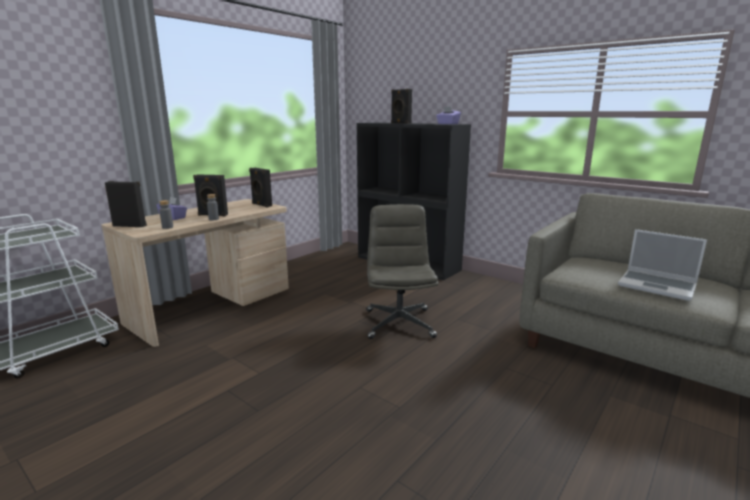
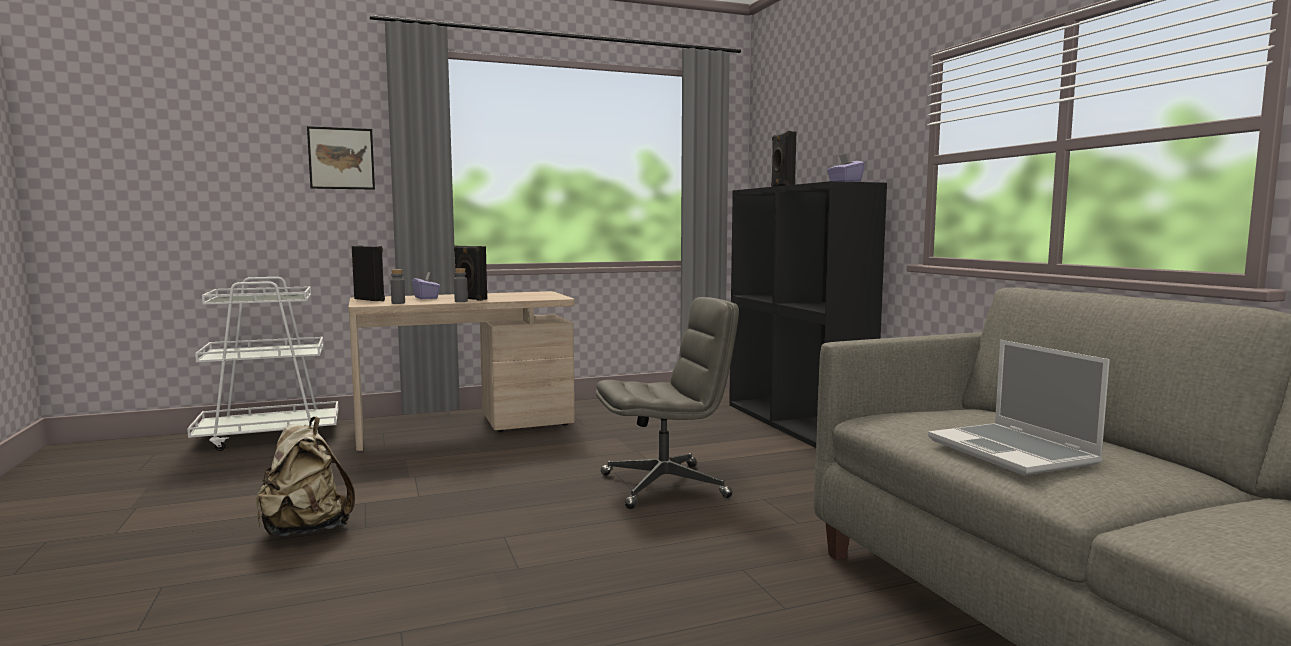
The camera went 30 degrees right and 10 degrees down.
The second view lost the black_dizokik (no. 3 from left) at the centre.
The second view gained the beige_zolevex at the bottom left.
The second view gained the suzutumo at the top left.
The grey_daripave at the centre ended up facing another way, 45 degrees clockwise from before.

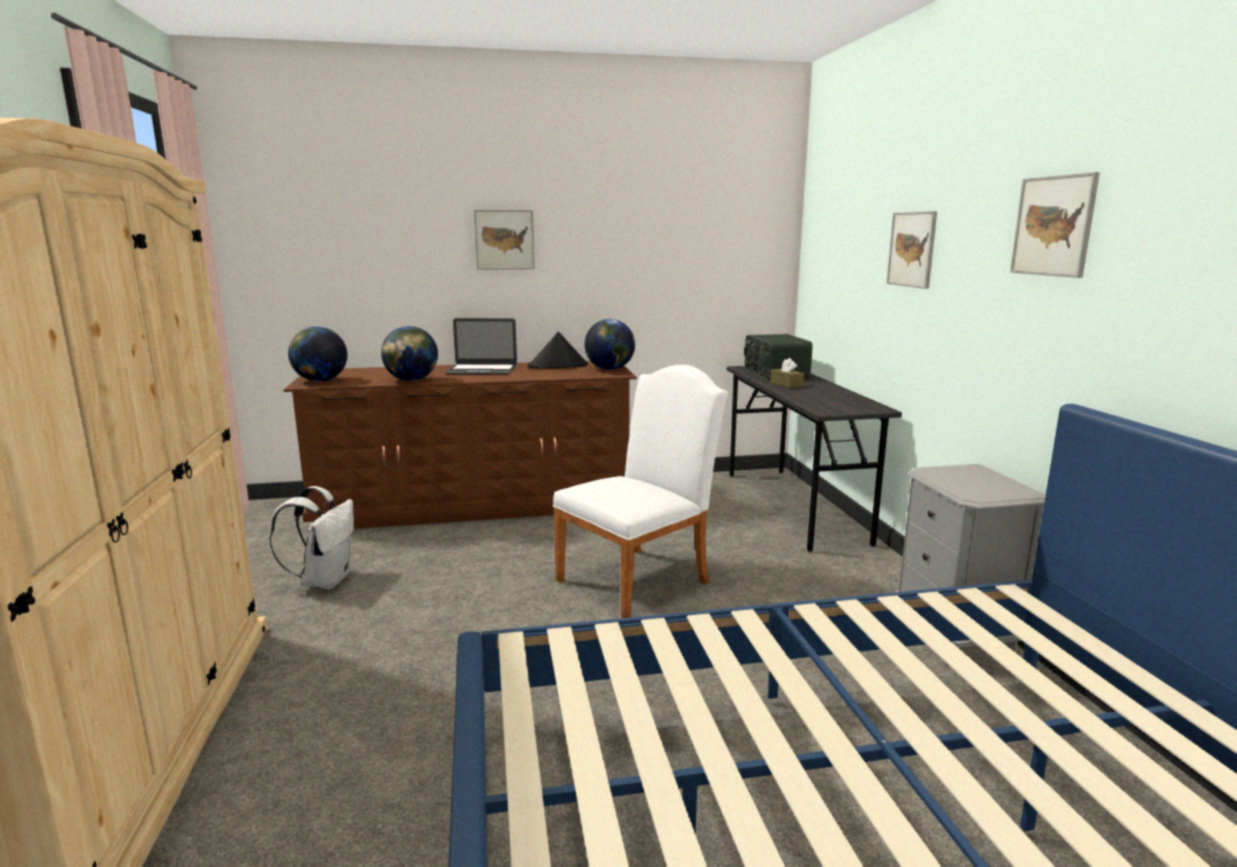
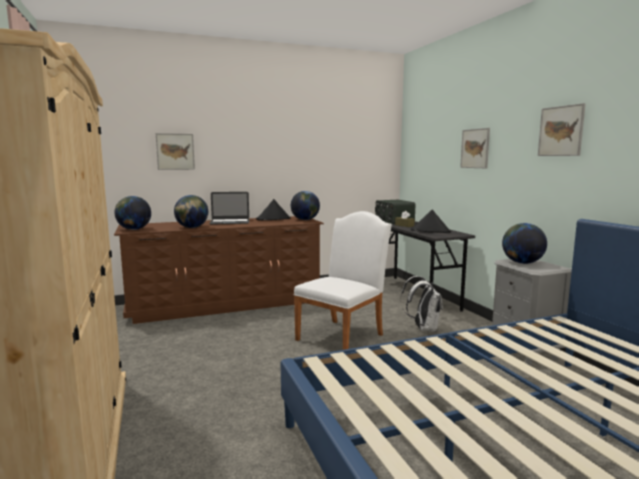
The camera went 10 degrees left and 5 degrees down.
The second view gained the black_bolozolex (no. 2 from left) at the middle right.
The second view gained the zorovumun (no. 4 from left) at the middle right.
The white_zolevex ended up elsewhere, having gone from the middle left to the centre.
The suzutumo (no. 1 from left) ended up elsewhere, having gone from the top centre to the top left.

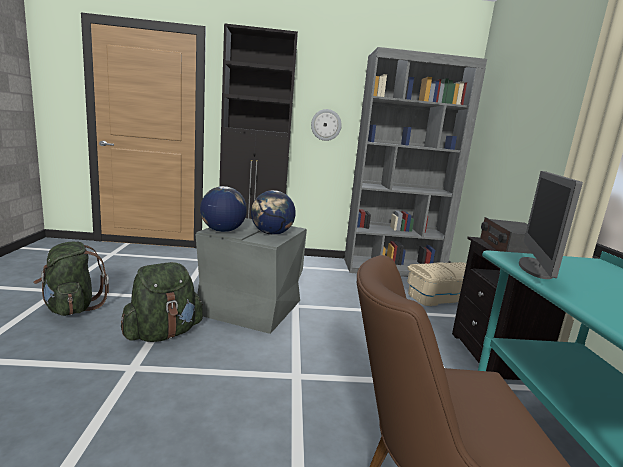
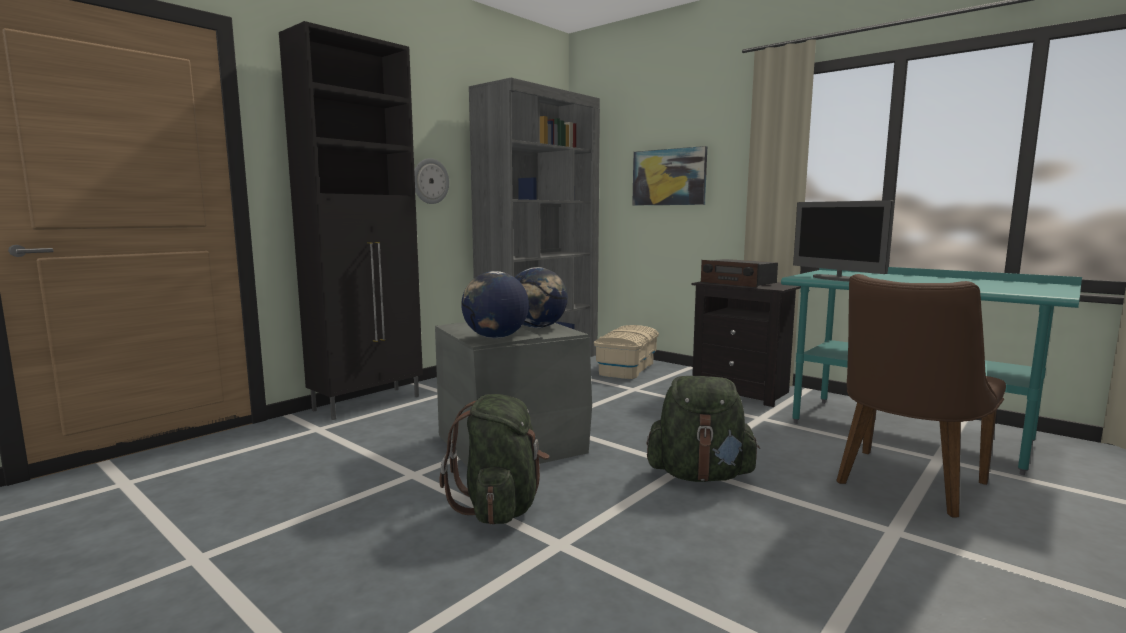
The camera went 45 degrees left and 5 degrees down.
The second view gained the suzutumo at the top centre.
The green_zolevex (no. 1 from left in the first image) ended up elsewhere, having gone from the middle left to the bottom centre.

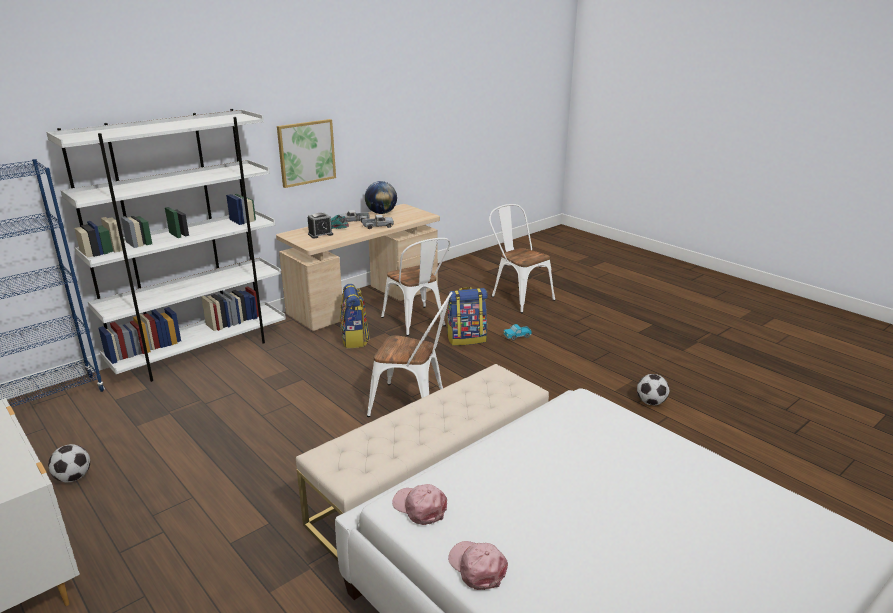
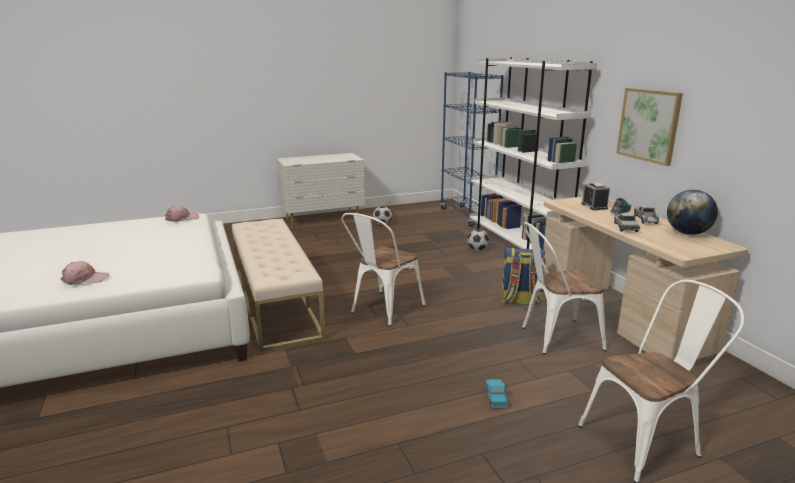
The camera went 110 degrees right and 5 degrees down.
The second view lost the zolevex (no. 2 from left) at the centre.
The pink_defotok (no. 2 from left in the first image) ended up elsewhere, having gone from the bottom centre to the middle left.
The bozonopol (no. 2 from left) ended up elsewhere, having gone from the middle right to the centre.

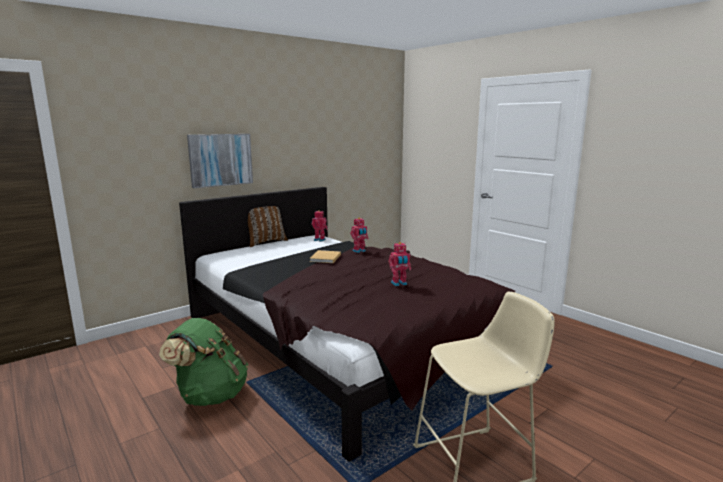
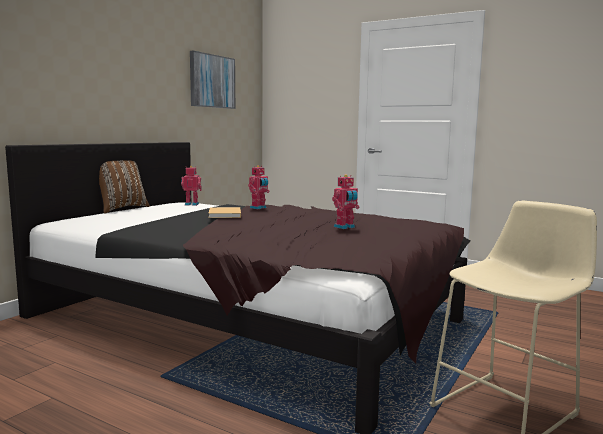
The camera went 20 degrees left and 5 degrees down.
The second view lost the green_zolevex at the bottom left.
The suzutumo ended up elsewhere, having gone from the middle left to the top centre.

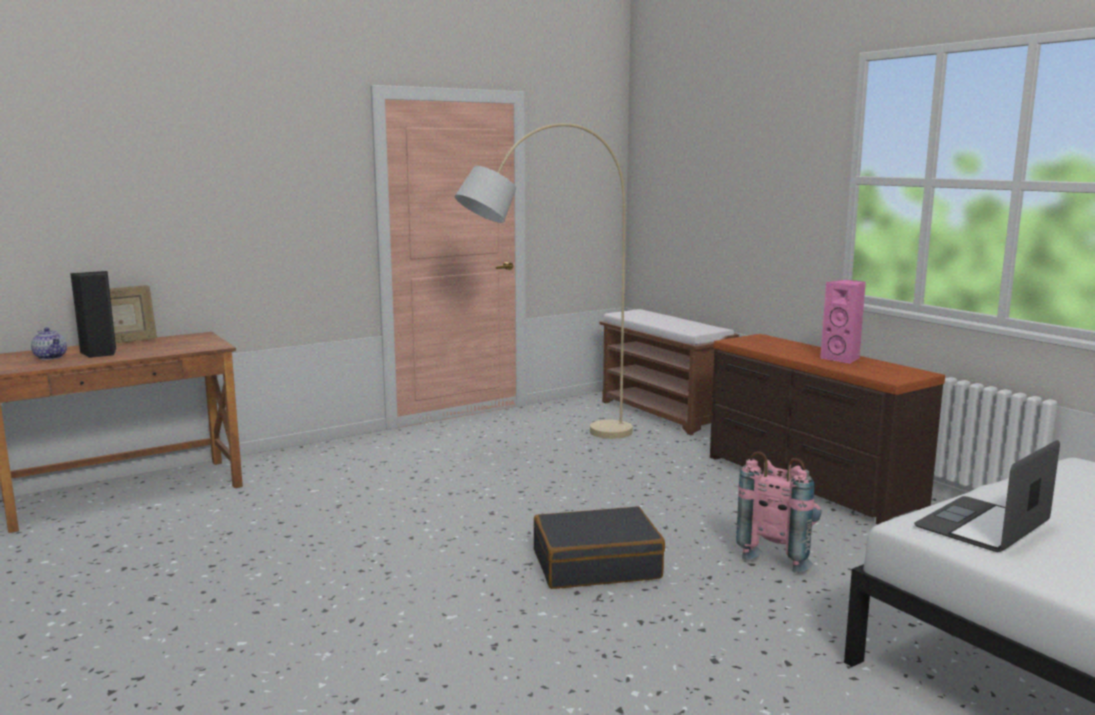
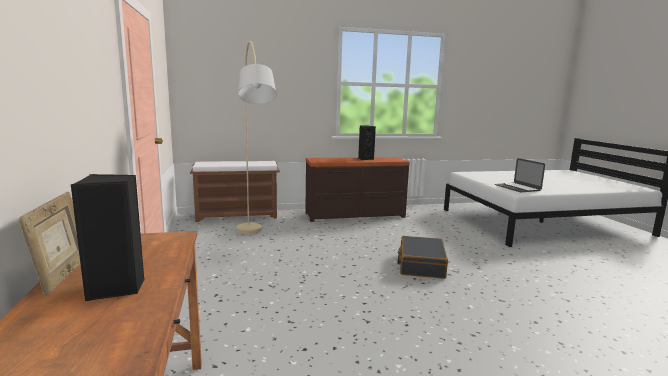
The camera went 70 degrees left and 0 degrees up.
The second view lost the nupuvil at the middle left.
The second view lost the pink_zolevex at the bottom right.
What was the pink_dizokik at the middle right turned into the black_dizokik (no. 2 from left) at the centre.

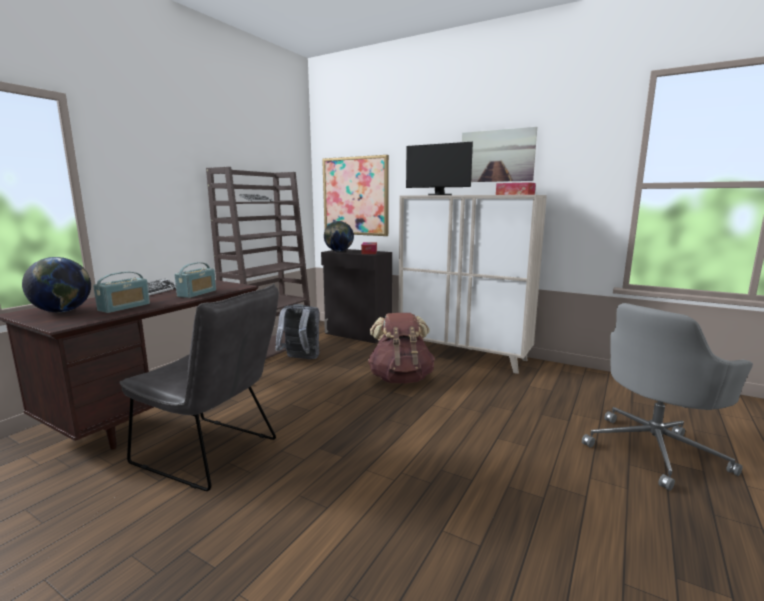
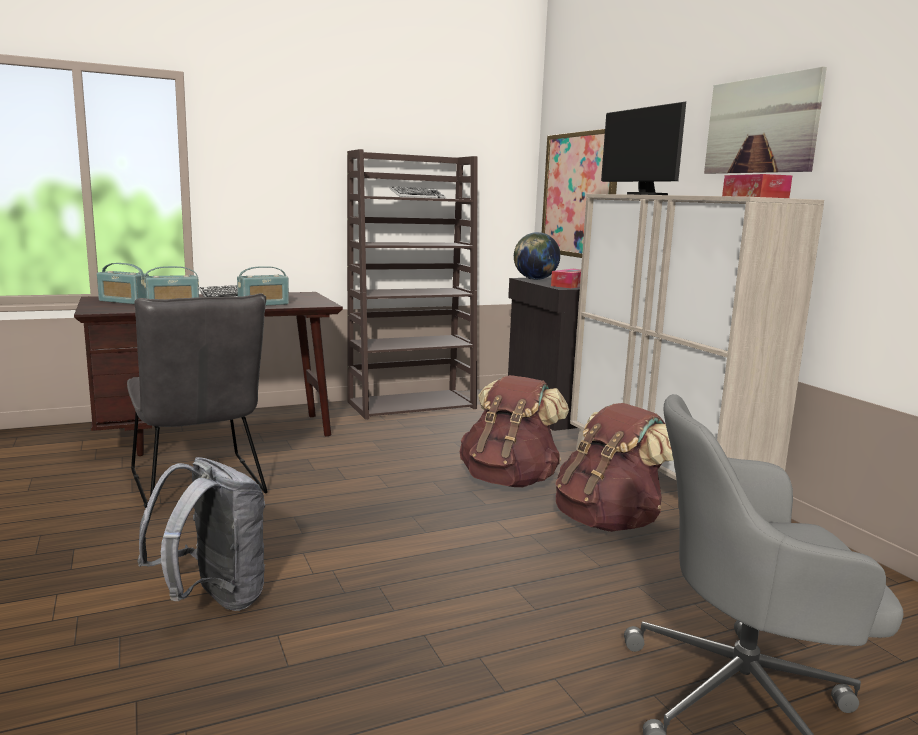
The camera went 35 degrees right and 0 degrees up.
The second view gained the brown_zolevex (no. 2 from left) at the middle right.
The grey_zolevex ended up elsewhere, having gone from the centre to the bottom left.
Where the zorovumun (no. 1 from left) stood at the middle left, the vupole (no. 1 from left) came to stand at the middle left.

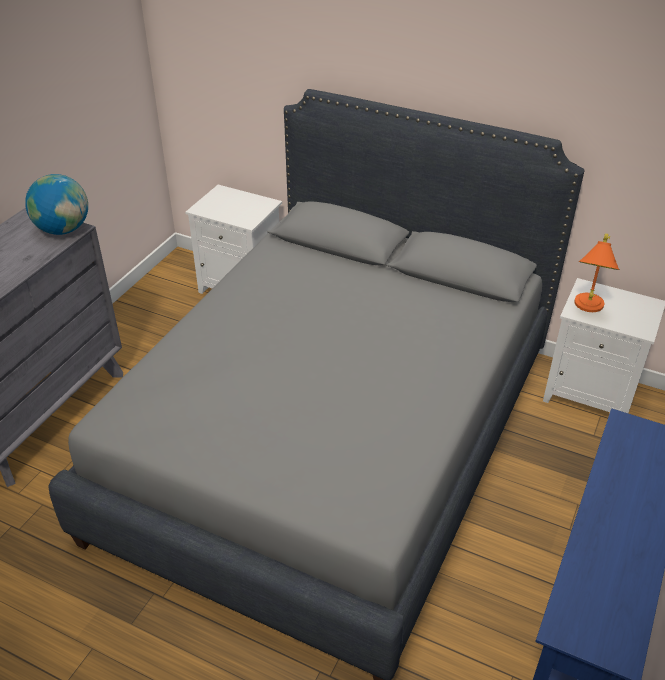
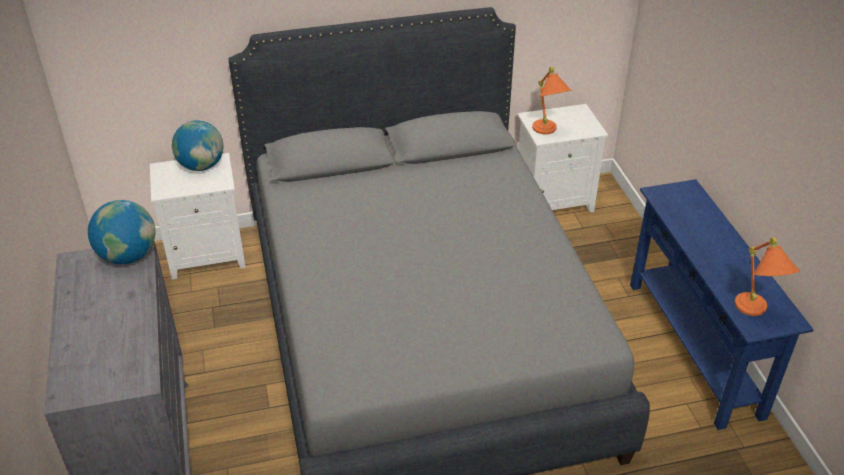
The camera went 40 degrees left and 0 degrees up.
The second view gained the zorovumun (no. 2 from left) at the top left.
The second view gained the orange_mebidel (no. 2 from left) at the middle right.

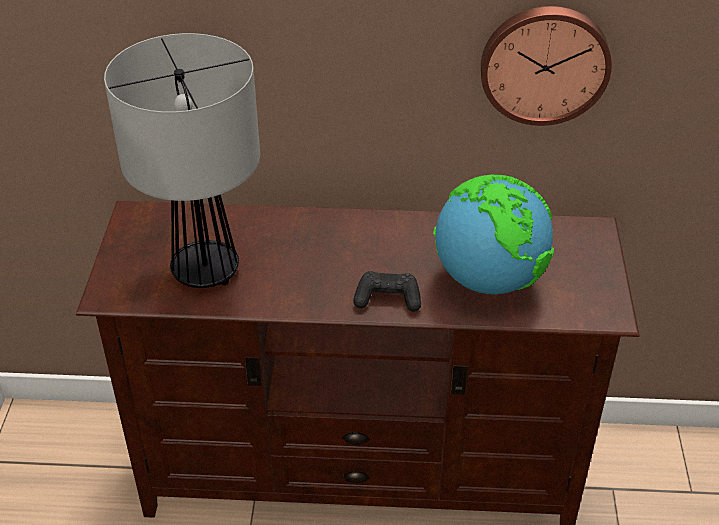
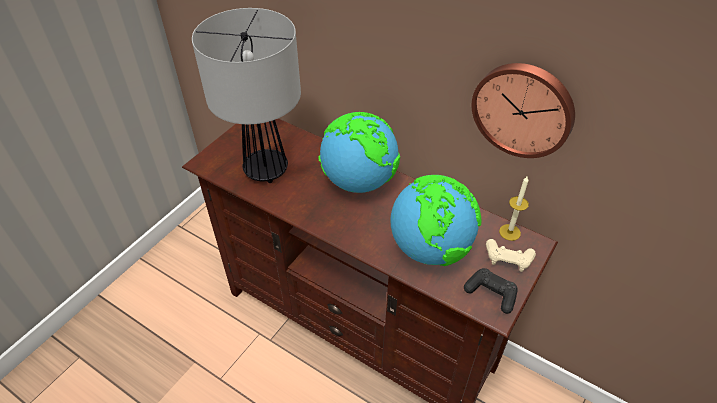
The camera went 30 degrees right and 5 degrees up.
The second view gained the zorovumun (no. 1 from left) at the centre.
The second view gained the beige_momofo at the middle right.
The second view gained the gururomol at the middle right.
The black_momofo ended up elsewhere, having gone from the centre to the bottom right.

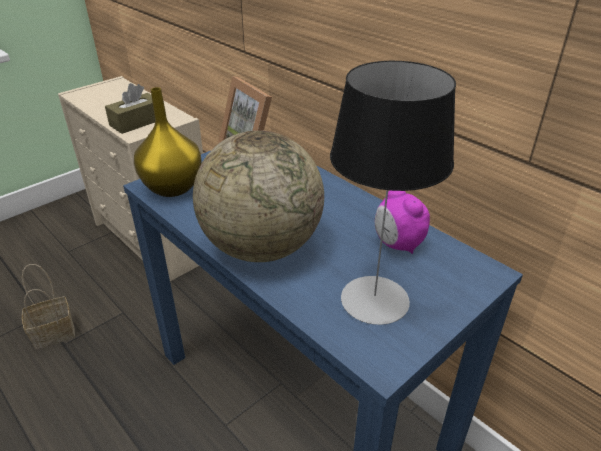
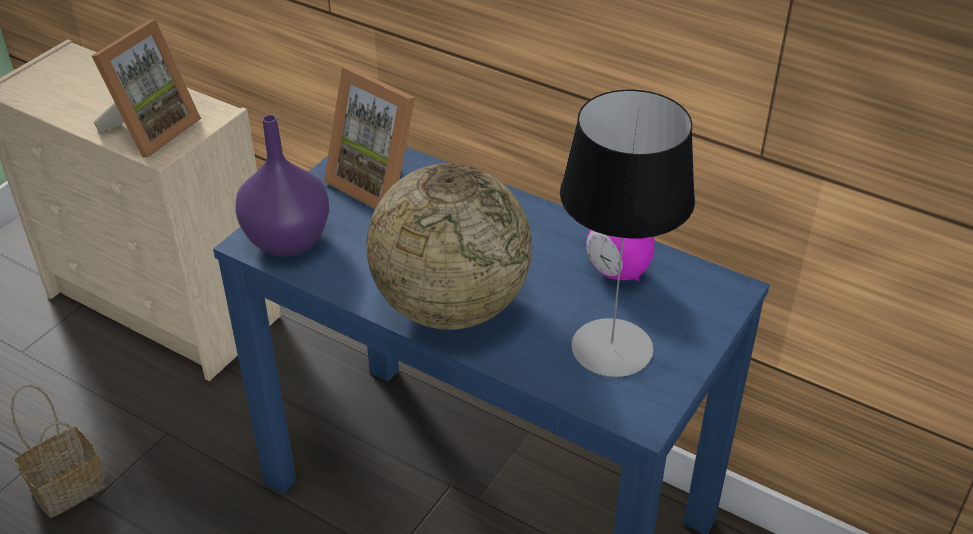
The camera went 15 degrees left and 5 degrees up.
Where the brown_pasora stood at the top left, the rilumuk (no. 1 from left) came to stand at the top left.
What was the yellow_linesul at the top left turned into the purple_linesul at the middle left.

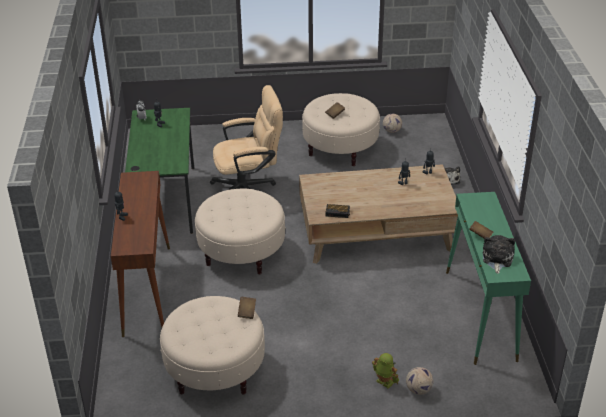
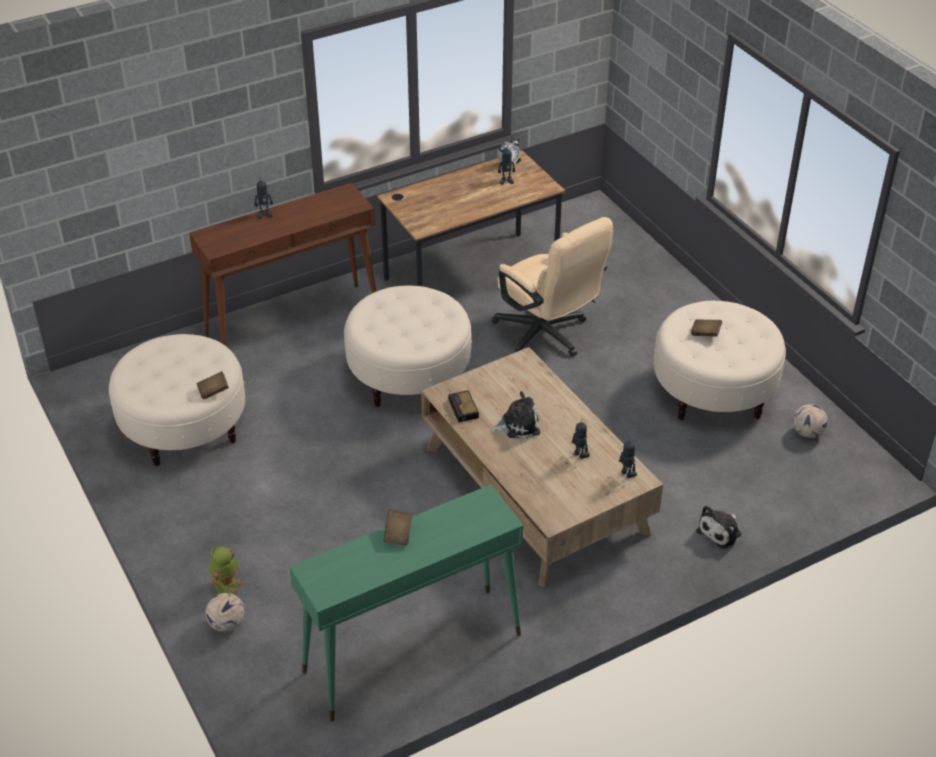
The camera went 65 degrees right and 5 degrees up.
The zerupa (no. 2 from left in the first image) ended up elsewhere, having gone from the middle right to the centre.
What was the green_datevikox at the middle left turned into the brown_datevikox at the top centre.

